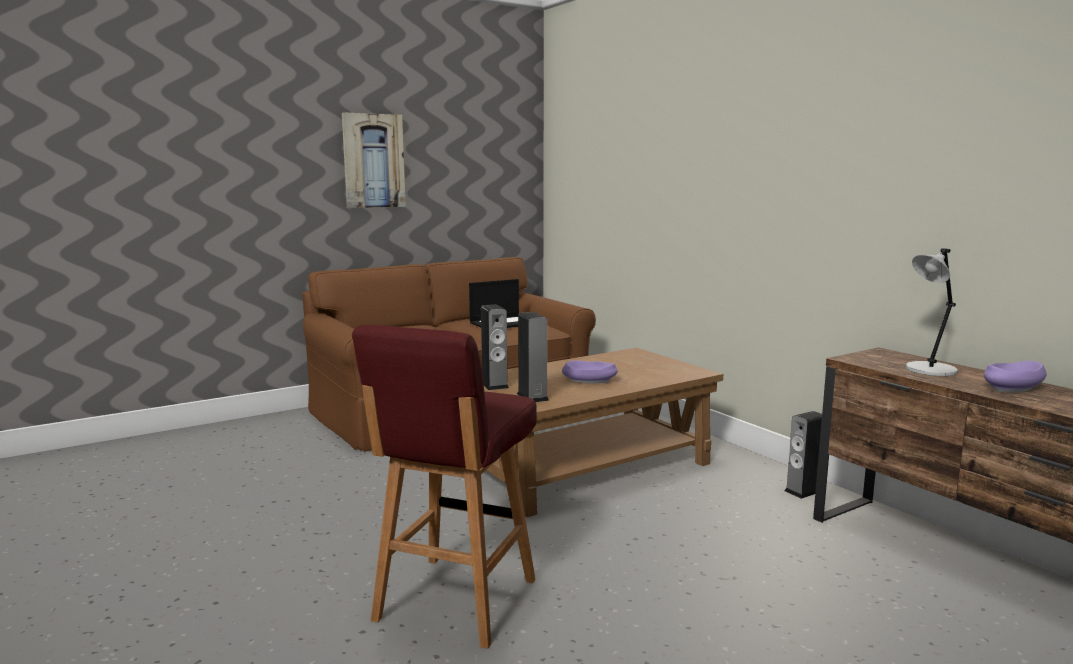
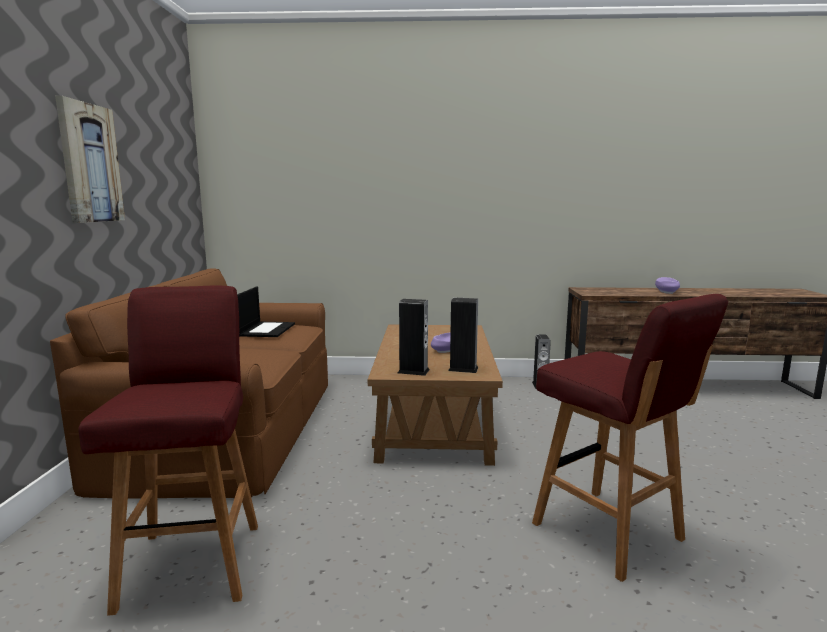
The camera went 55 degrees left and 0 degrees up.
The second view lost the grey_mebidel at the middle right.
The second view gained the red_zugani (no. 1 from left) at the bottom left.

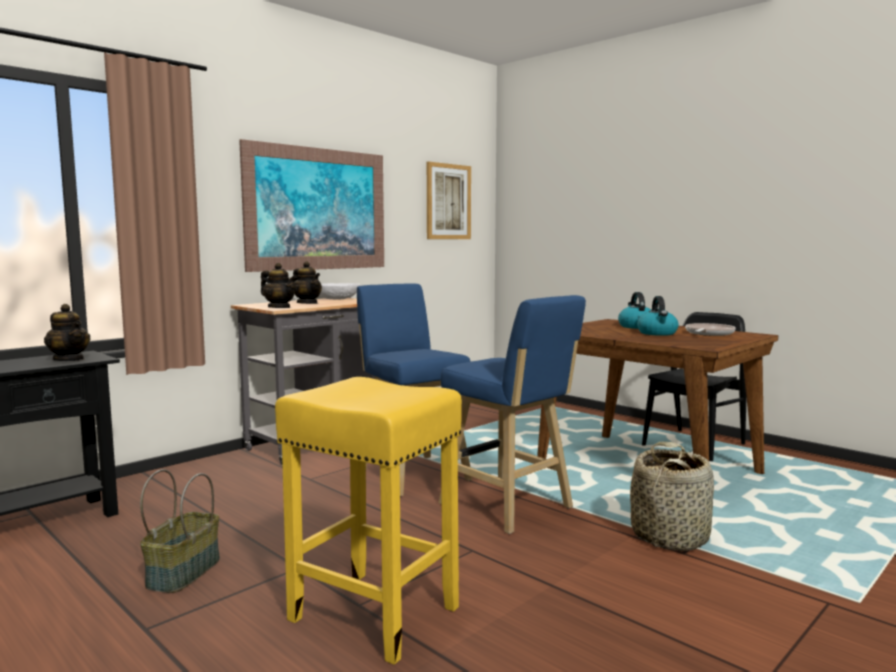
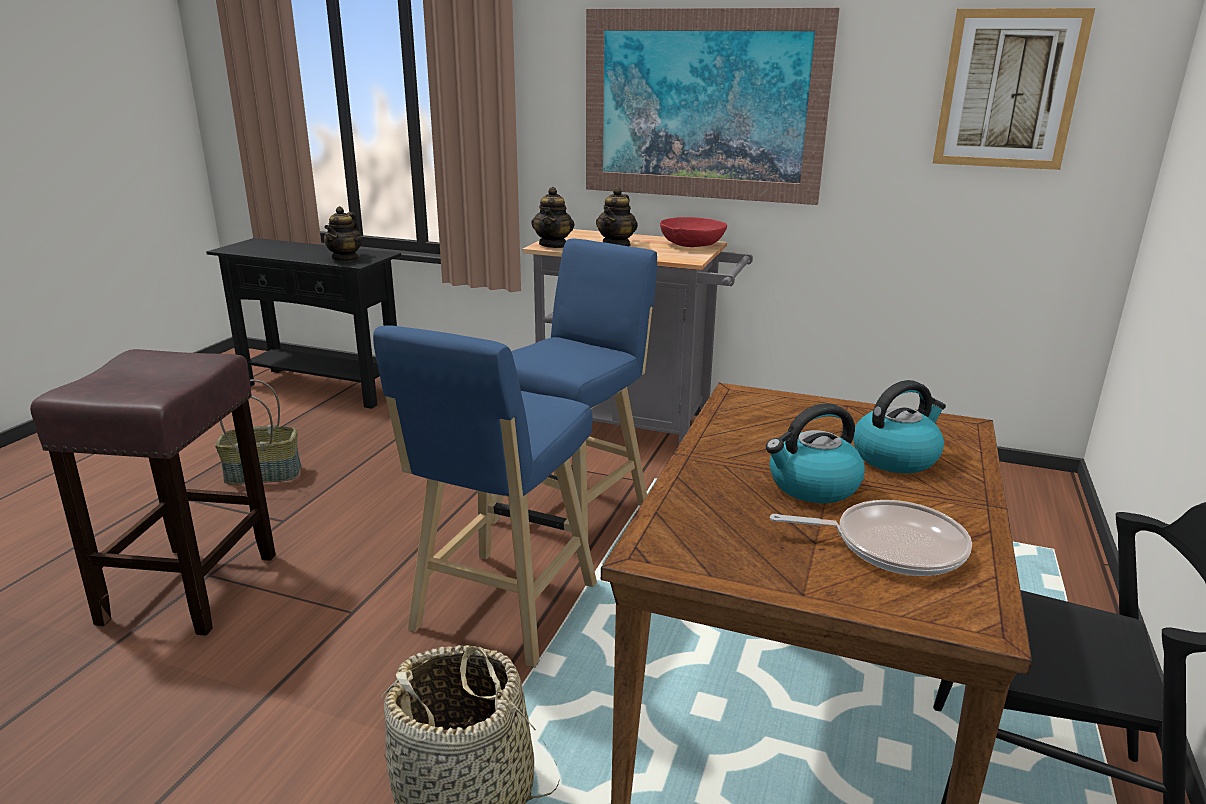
The camera went 65 degrees right and 15 degrees up.
What was the yellow_zugani at the bottom centre turned into the brown_zugani at the middle left.
What was the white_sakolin at the centre turned into the red_sakolin at the top centre.

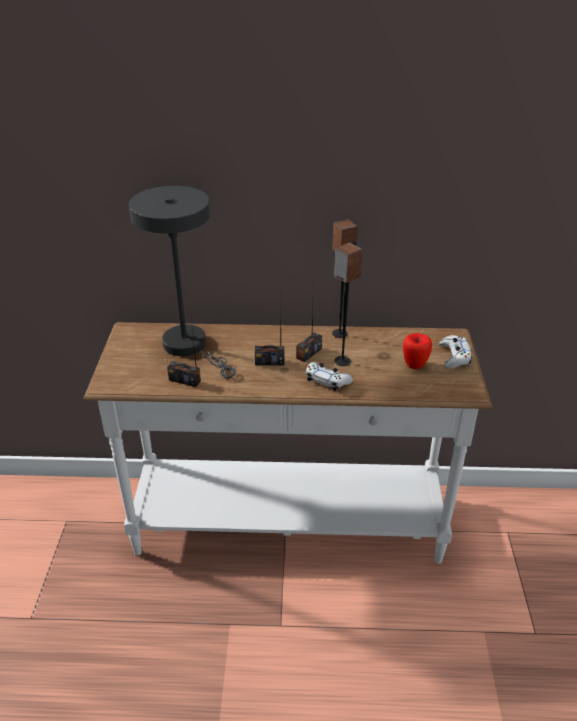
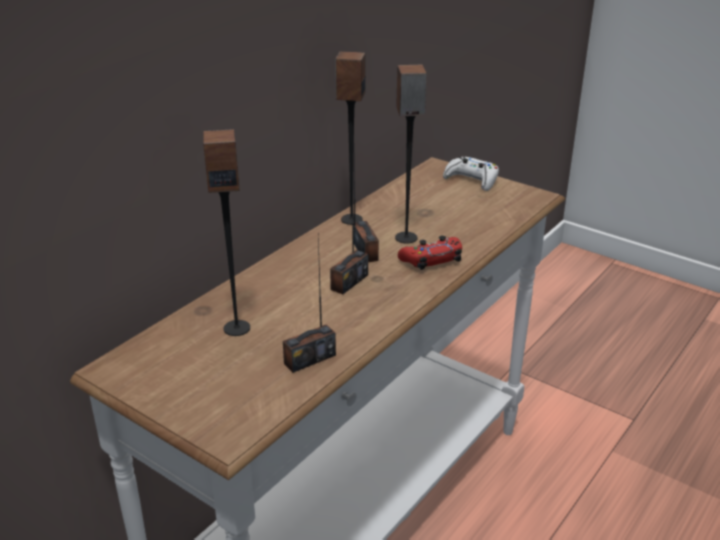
The camera went 55 degrees left and 5 degrees down.
The second view lost the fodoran at the middle right.
Where the grey_mebidel stood at the middle left, the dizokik (no. 1 from left) came to stand at the middle left.
What was the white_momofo (no. 1 from left) at the centre turned into the red_momofo at the centre.

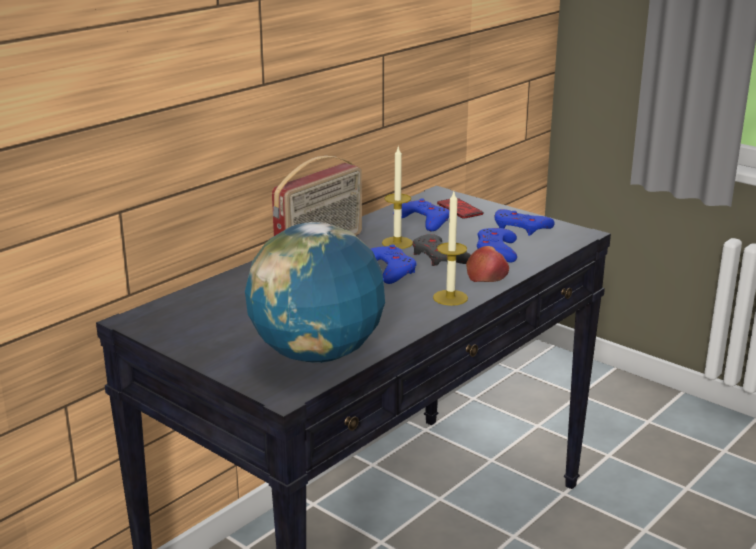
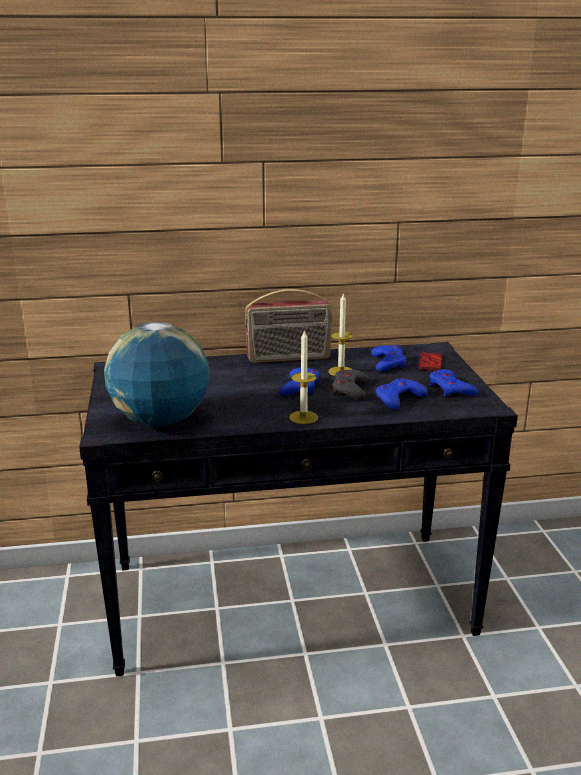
The camera went 40 degrees right and 0 degrees up.
The second view lost the fodoran at the centre.

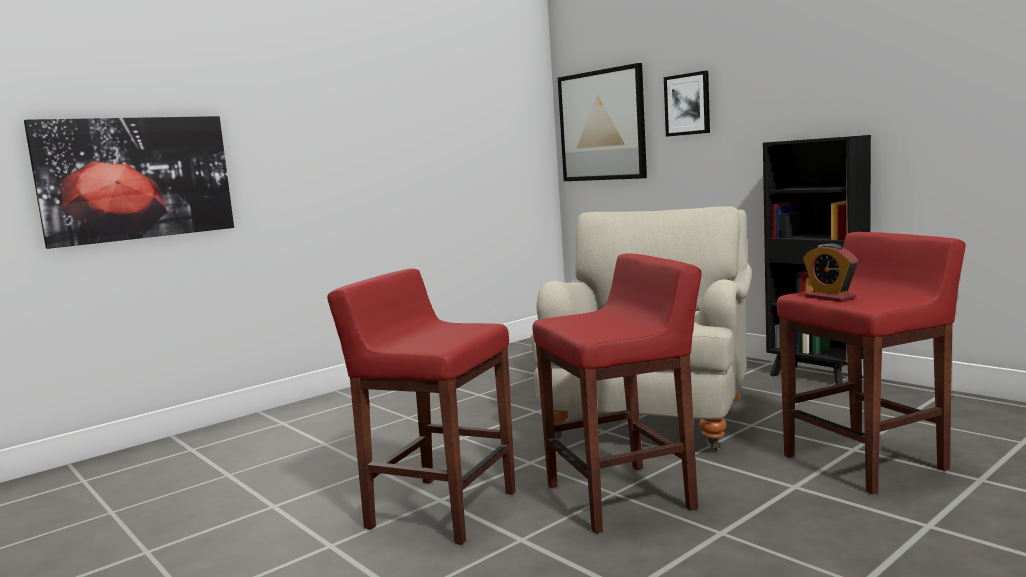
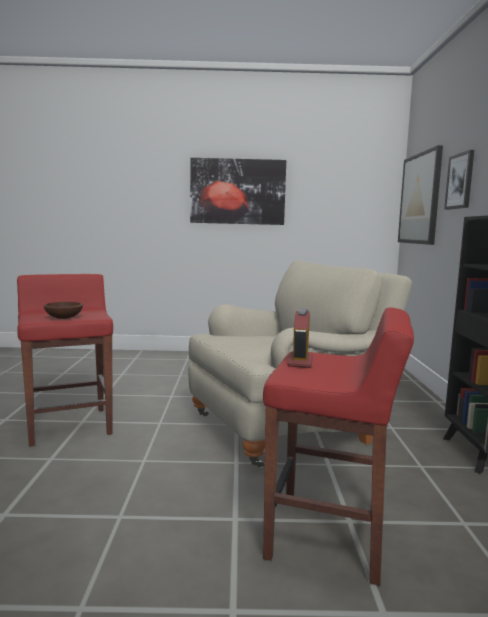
The camera went 40 degrees right and 0 degrees up.
The second view lost the red_zugani (no. 2 from left) at the bottom centre.
The second view gained the brown_sakolin at the middle left.
The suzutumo (no. 1 from left) ended up elsewhere, having gone from the top left to the top centre.

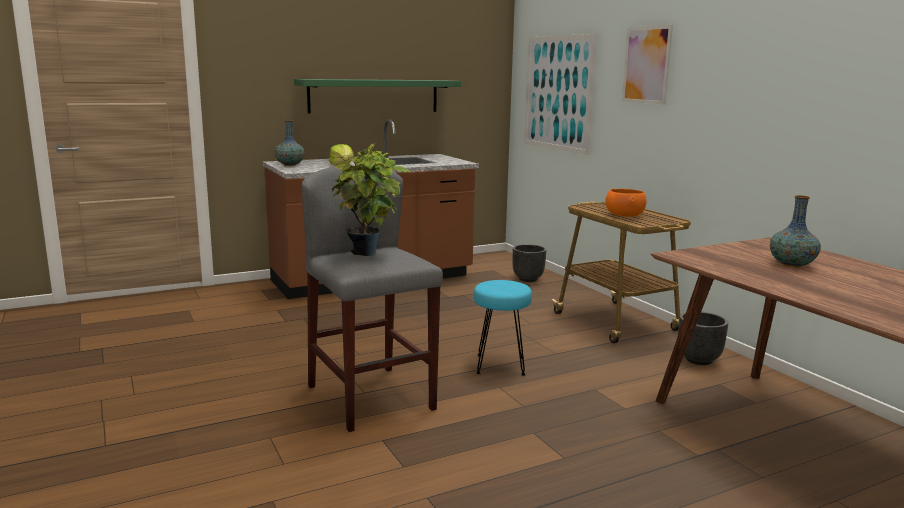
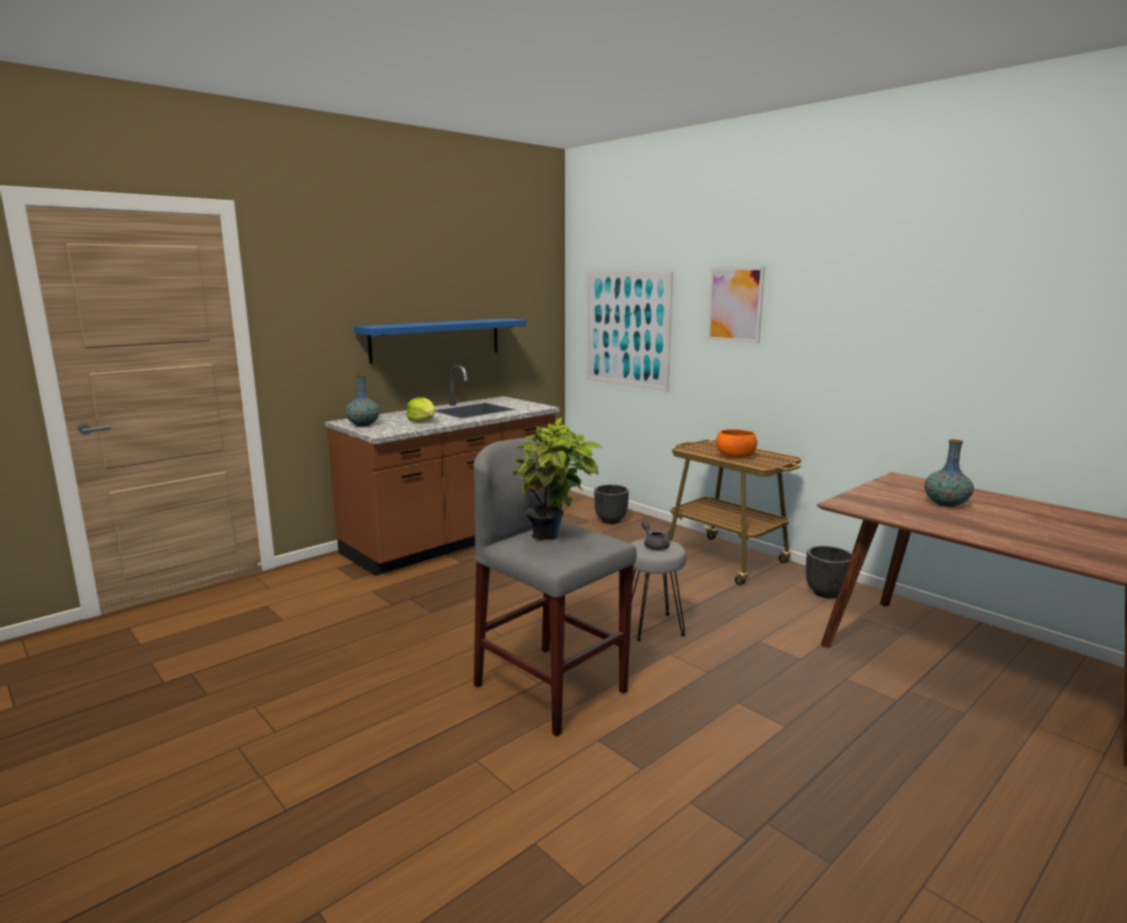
The camera went 15 degrees left and 0 degrees up.
The second view gained the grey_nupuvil at the centre.
What was the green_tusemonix at the top centre turned into the blue_tusemonix at the centre.
What was the turquoise_zugani at the centre turned into the grey_zugani (no. 2 from left) at the centre.

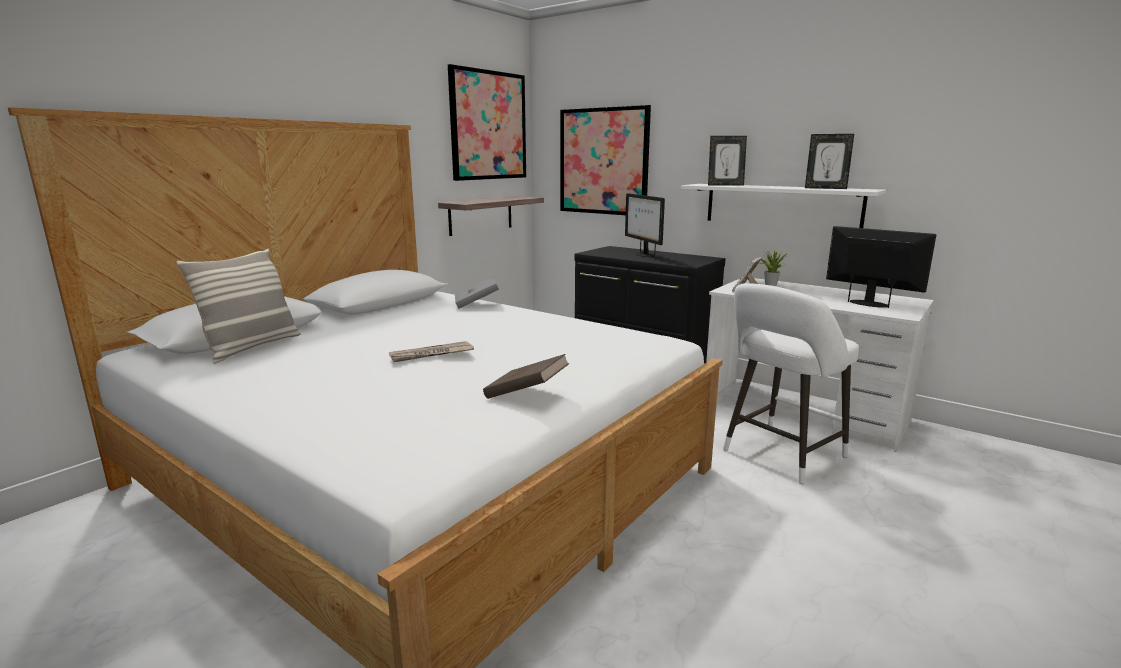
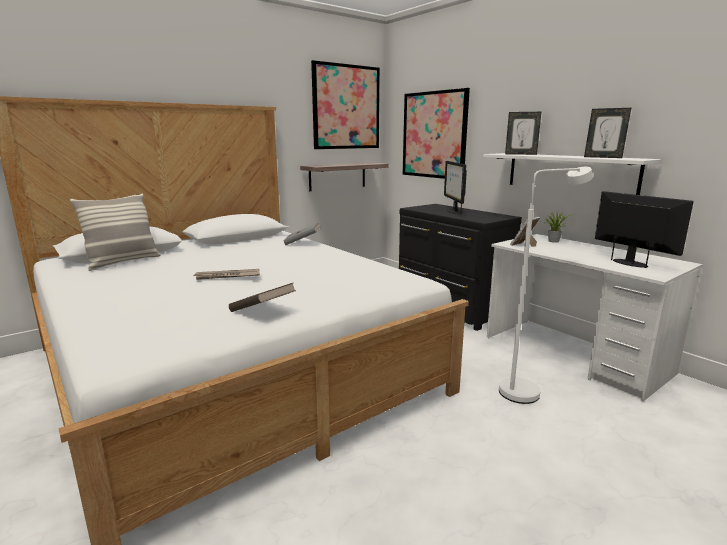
The camera went 15 degrees right and 0 degrees up.
Where the white_zugani stood at the middle right, the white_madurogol came to stand at the middle right.

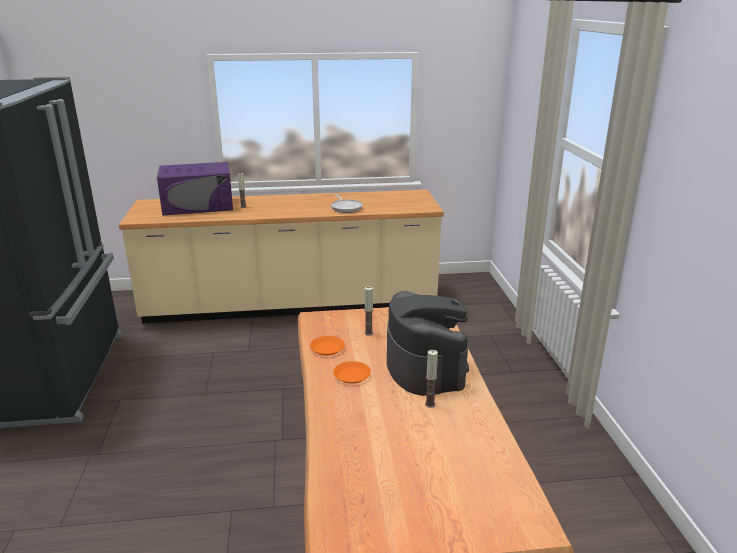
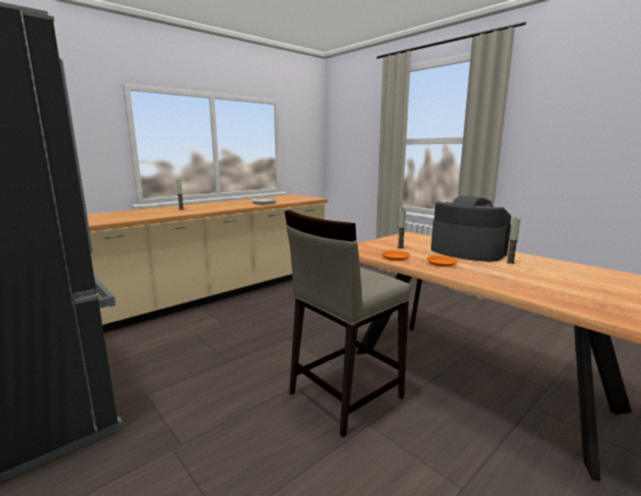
The camera went 35 degrees left and 10 degrees down.
The second view lost the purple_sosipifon at the middle left.
The second view gained the beige_zugani at the centre.

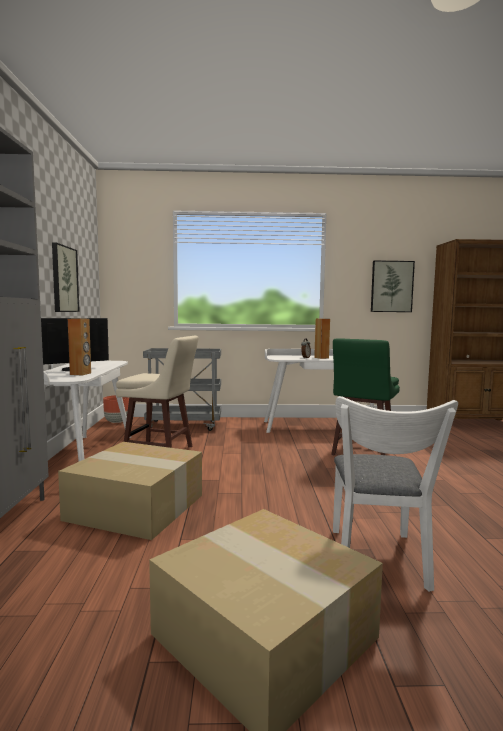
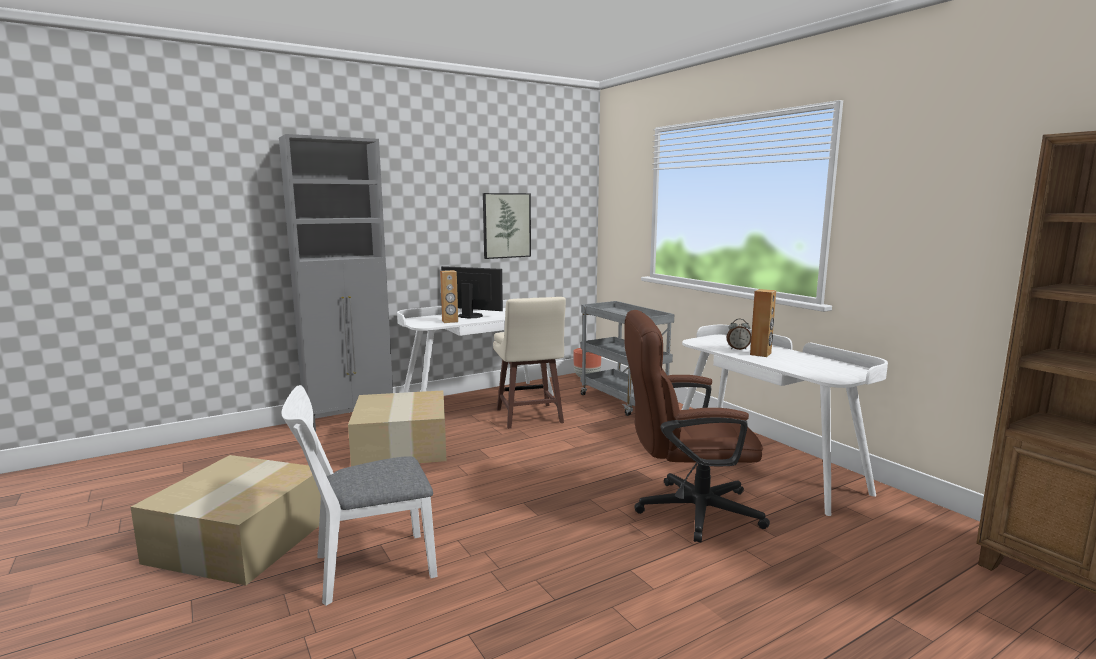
The camera went 60 degrees right and 5 degrees up.
The second view lost the suzutumo (no. 2 from left) at the middle right.
Where the green_zugani stood at the middle right, the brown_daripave came to stand at the centre.

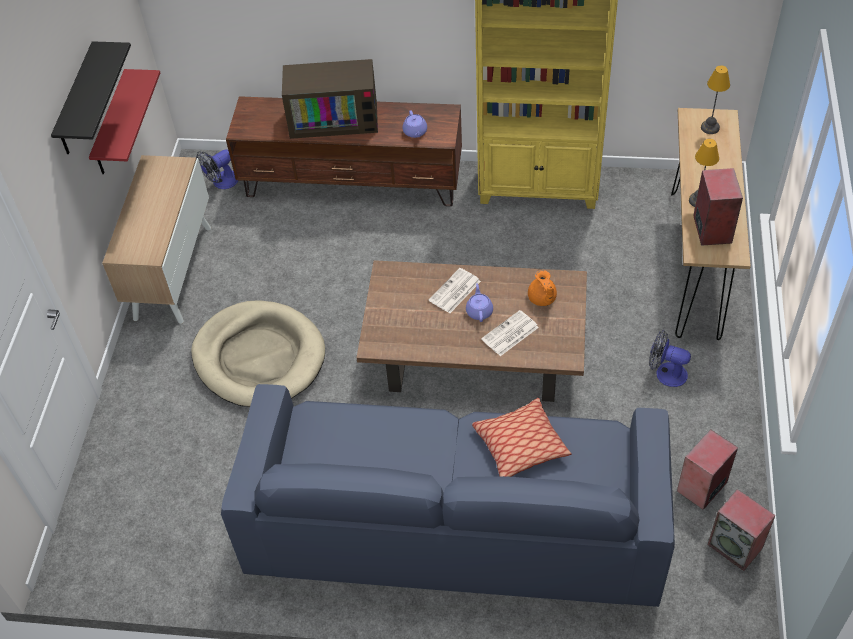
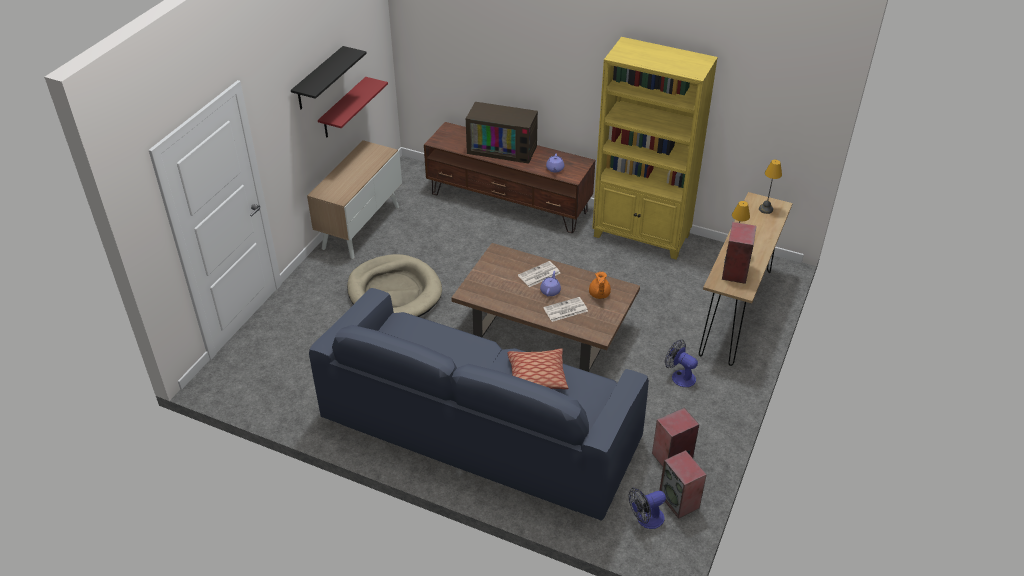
The camera went 15 degrees right and 10 degrees down.
The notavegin (no. 1 from left) ended up elsewhere, having gone from the top left to the bottom centre.

